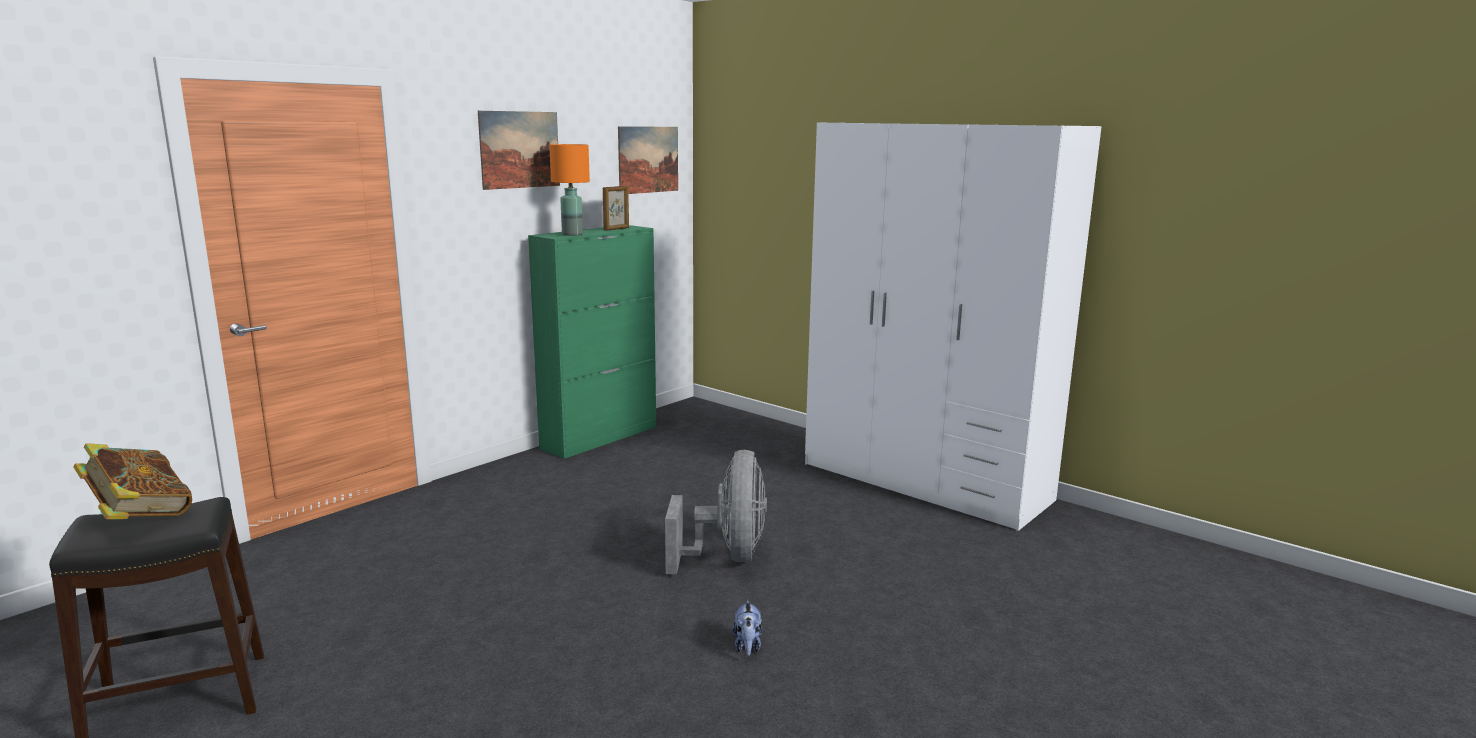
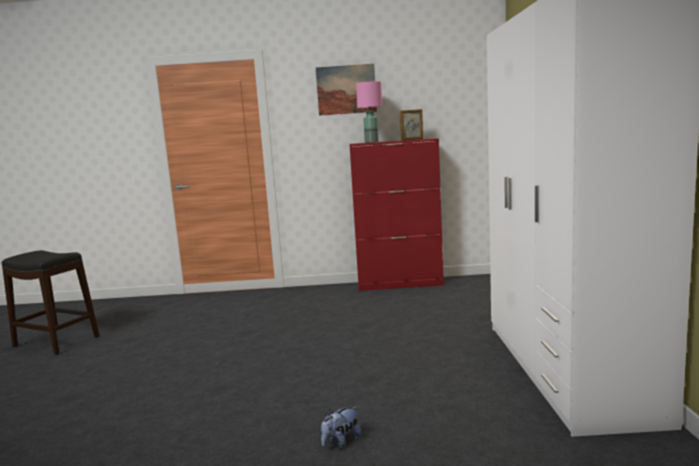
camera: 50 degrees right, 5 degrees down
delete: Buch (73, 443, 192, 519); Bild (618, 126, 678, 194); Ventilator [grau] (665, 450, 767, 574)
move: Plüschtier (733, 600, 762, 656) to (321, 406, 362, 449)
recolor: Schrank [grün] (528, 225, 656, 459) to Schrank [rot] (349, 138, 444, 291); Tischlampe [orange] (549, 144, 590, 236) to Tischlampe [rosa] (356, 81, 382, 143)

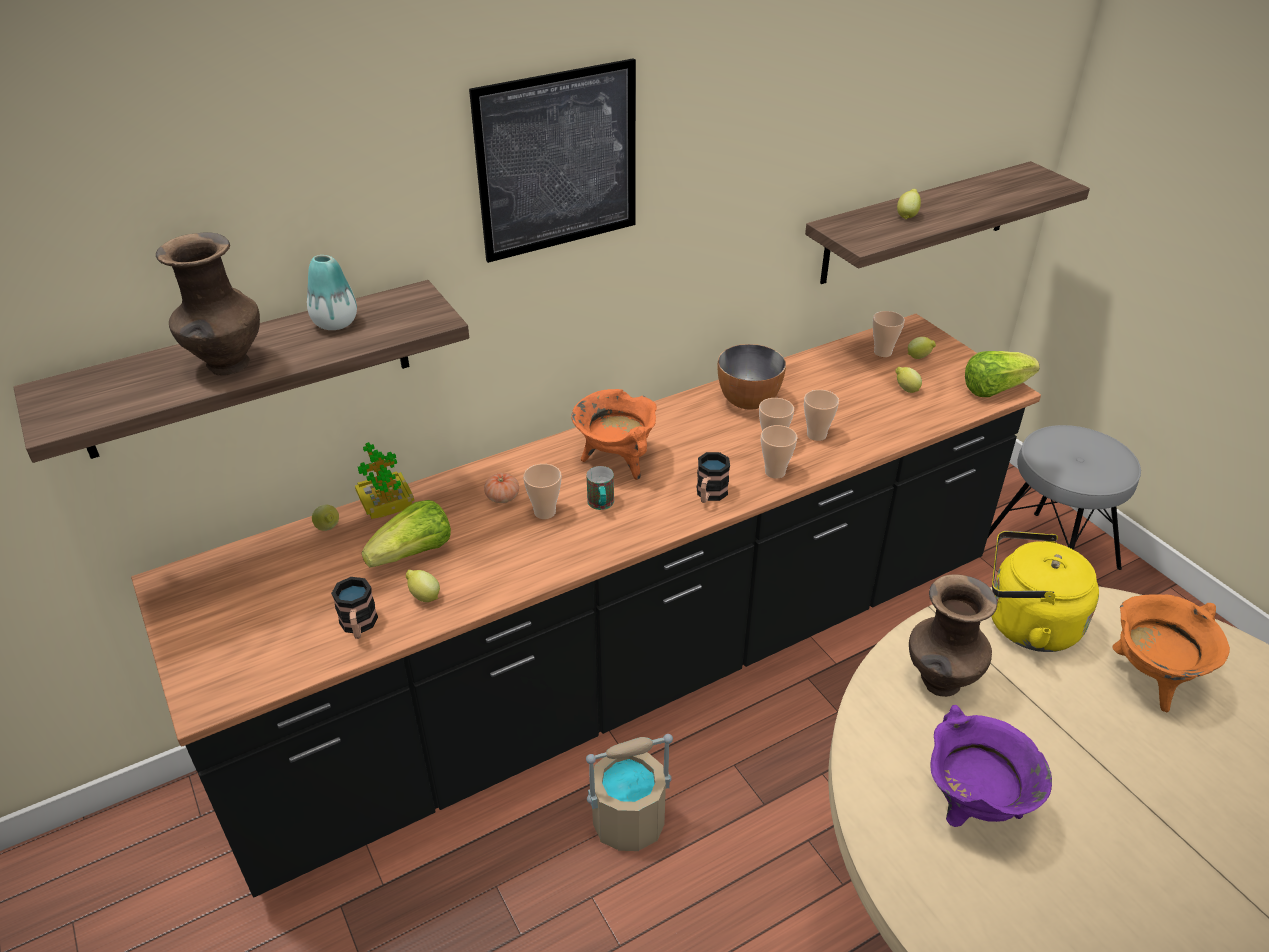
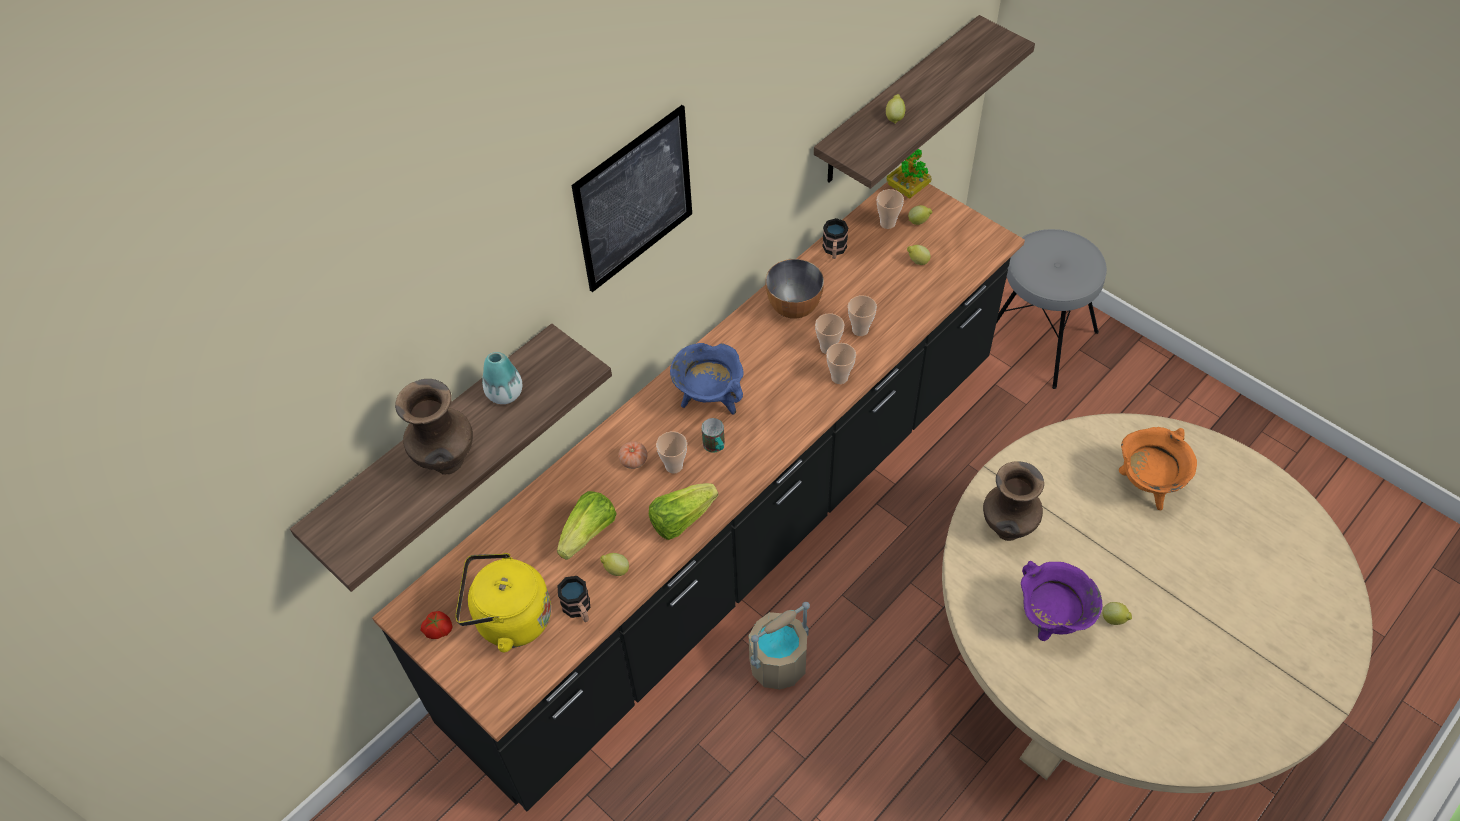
camera: 15 degrees left, 15 degrees up
insert: Tomate (421, 611, 453, 639)
move: Wasserkessel [gelb] (991, 531, 1099, 652) to (455, 553, 551, 652); Salatkopf (965, 351, 1040, 397) to (649, 483, 718, 540); Henkelbecher (697, 452, 730, 503) to (822, 218, 848, 259); Topfpflanze (355, 442, 414, 519) to (886, 149, 931, 199); Zitrone (312, 504, 339, 531) to (1102, 602, 1132, 625)
recolor: Kochtopf [orange] (571, 389, 657, 480) to Kochtopf [blau] (670, 343, 744, 415)

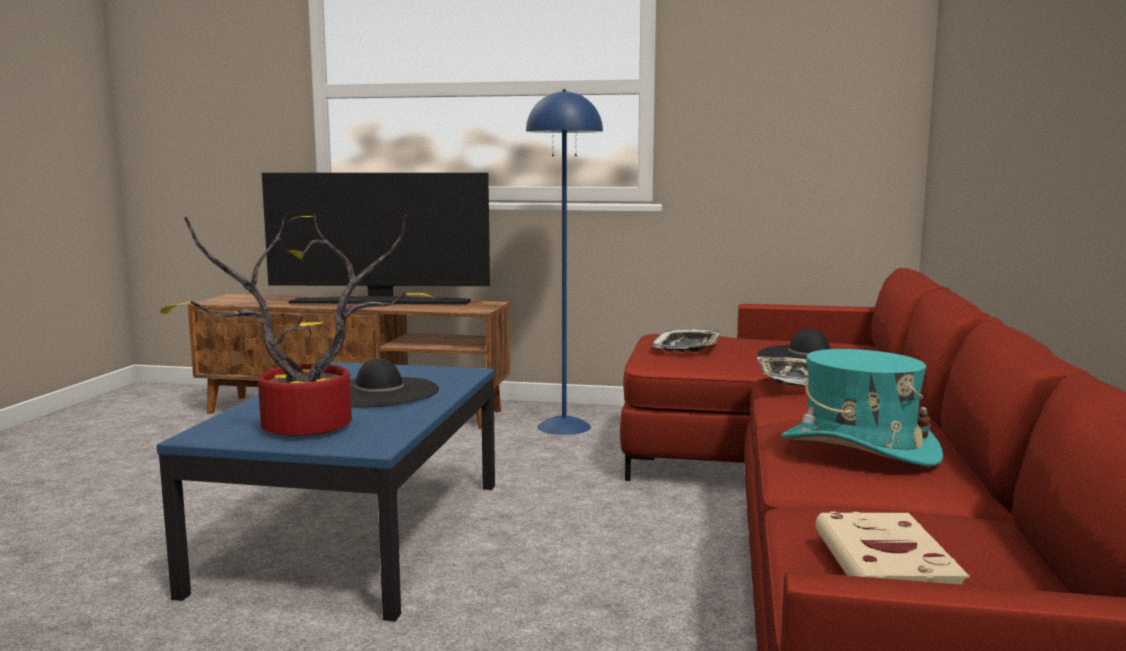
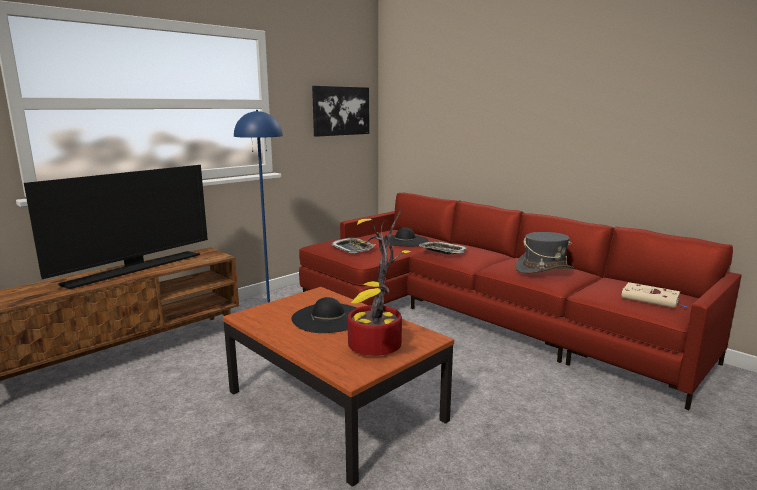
camera: 55 degrees left, 5 degrees up
insert: Bild (312, 86, 369, 137)
recolor: Couchtisch [blau] (157, 362, 495, 621) to Couchtisch [braun] (223, 287, 454, 487); Hut [türkis] (782, 349, 943, 466) to Hut [grau] (515, 232, 575, 274)

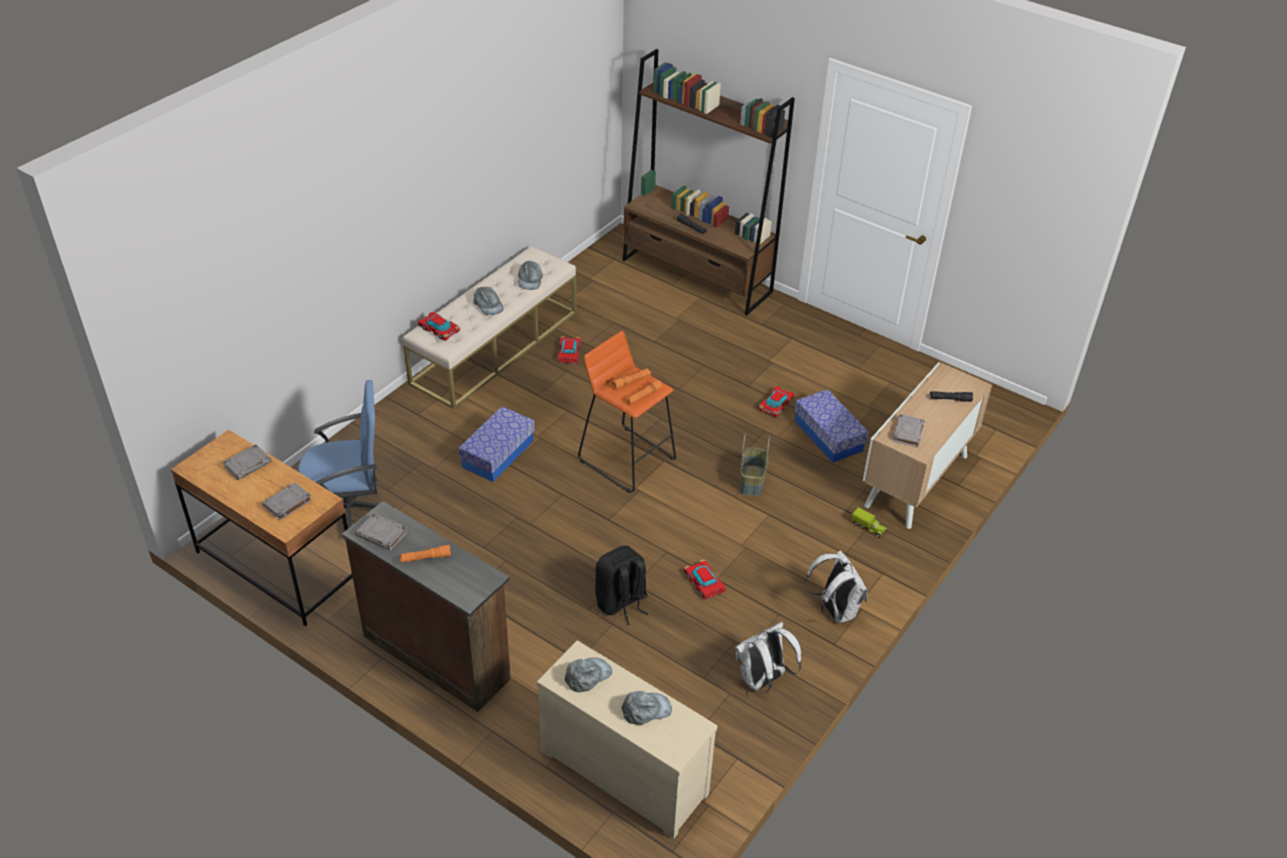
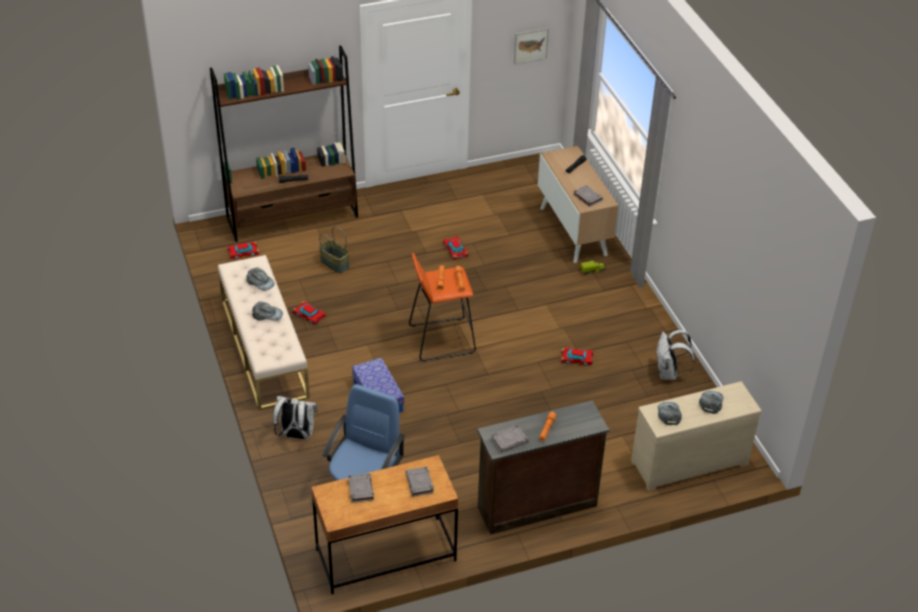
camera: 55 degrees left, 0 degrees up
delete: Rucksack [schwarz] (595, 546, 649, 625); Aufbewahrungsbox (794, 389, 869, 463)
insert: Bild (514, 28, 549, 65)
move: Spielzeugauto (418, 312, 460, 341) to (228, 242, 259, 259); Rucksack [weiß] (805, 550, 868, 623) to (273, 396, 318, 439); Korb (739, 433, 770, 496) to (319, 226, 349, 273)

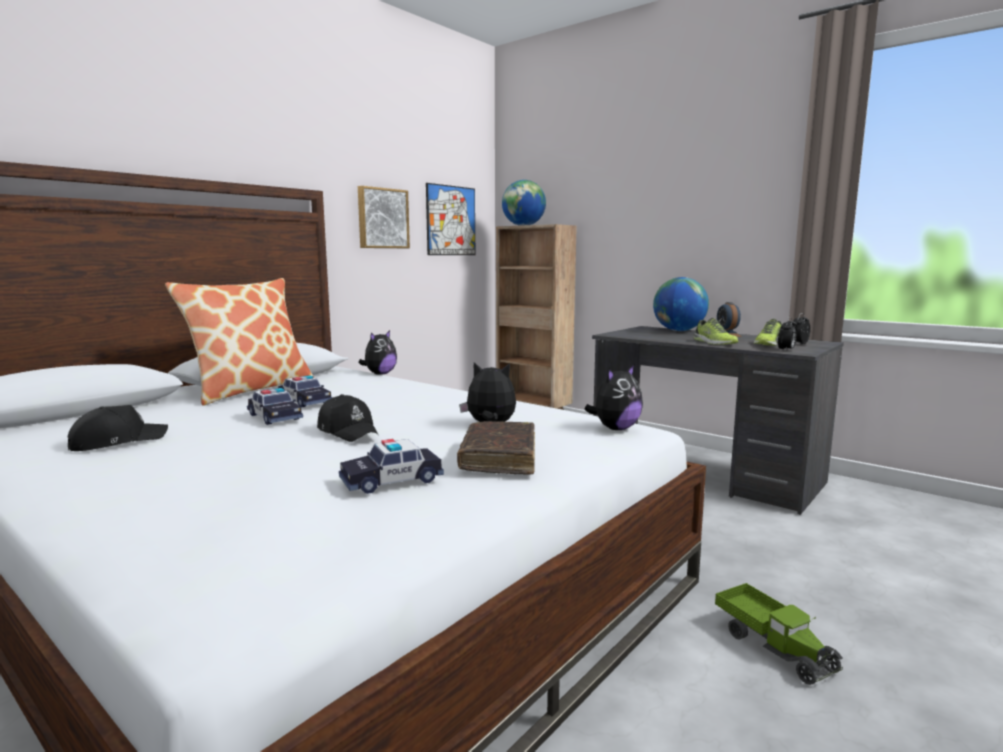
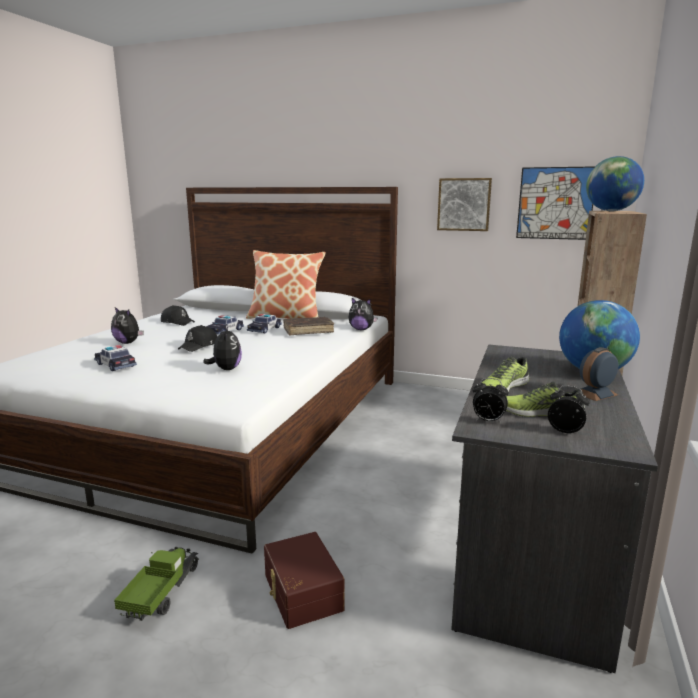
camera: 70 degrees right, 5 degrees up
insert: Aufbewahrungsbox [braun] (264, 532, 344, 629)
move: Plüschtier (585, 365, 643, 430) to (111, 307, 144, 344); Buch [braun] (457, 421, 535, 475) to (283, 317, 334, 336)
rotate: Spielzeuglaster (715, 583, 843, 685) = (114, 547, 199, 621) 150 degrees clockwise

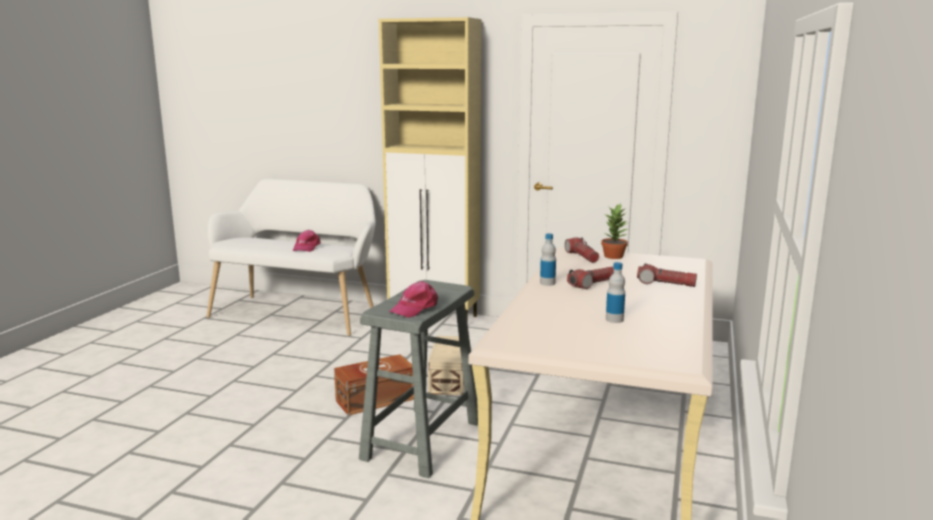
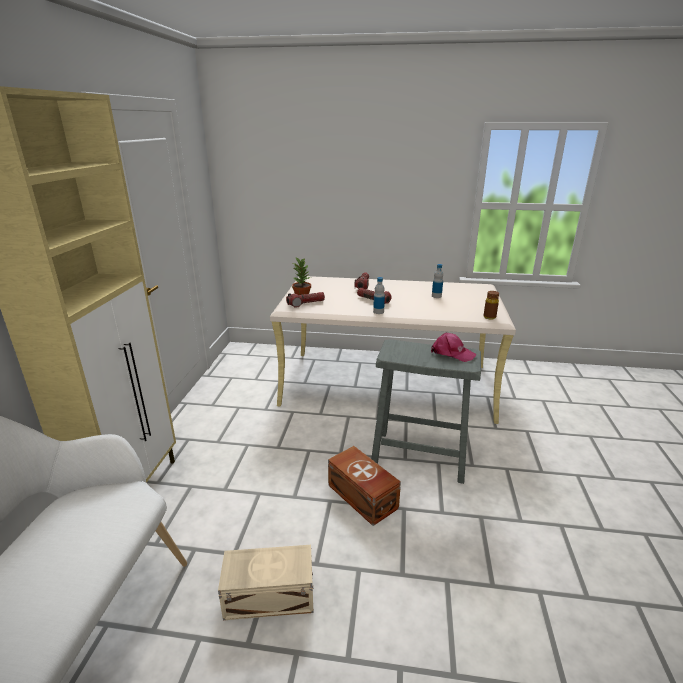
camera: 100 degrees left, 10 degrees up
delete: Kappe [rosa] (293, 230, 321, 252)
insert: Flasche [braun] (484, 291, 499, 320)
move: Aufbewahrungsbox [beige] (428, 336, 465, 395) to (218, 545, 313, 620)

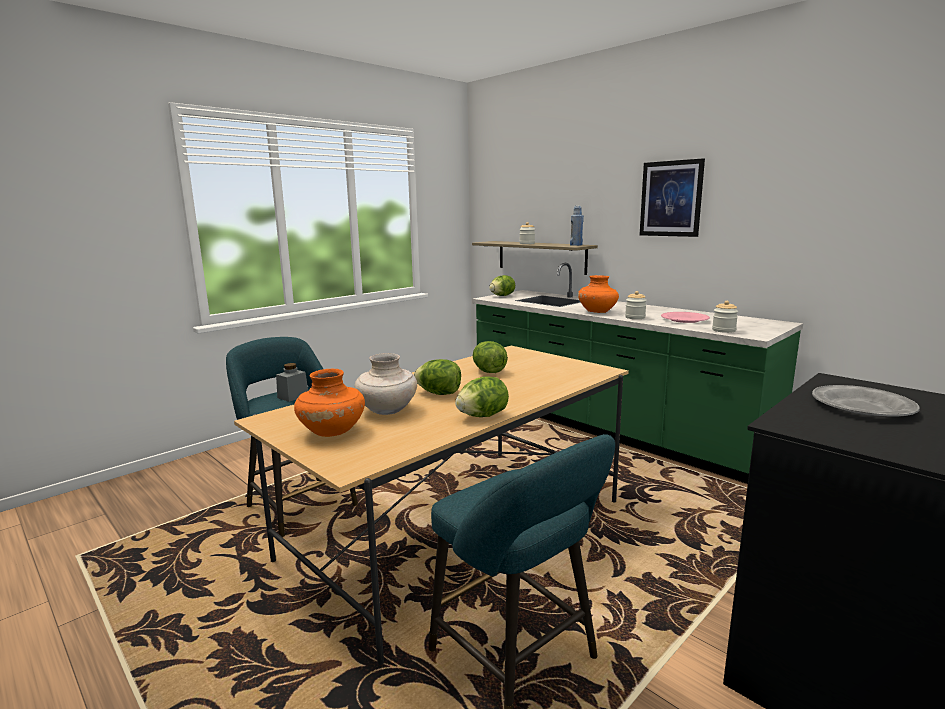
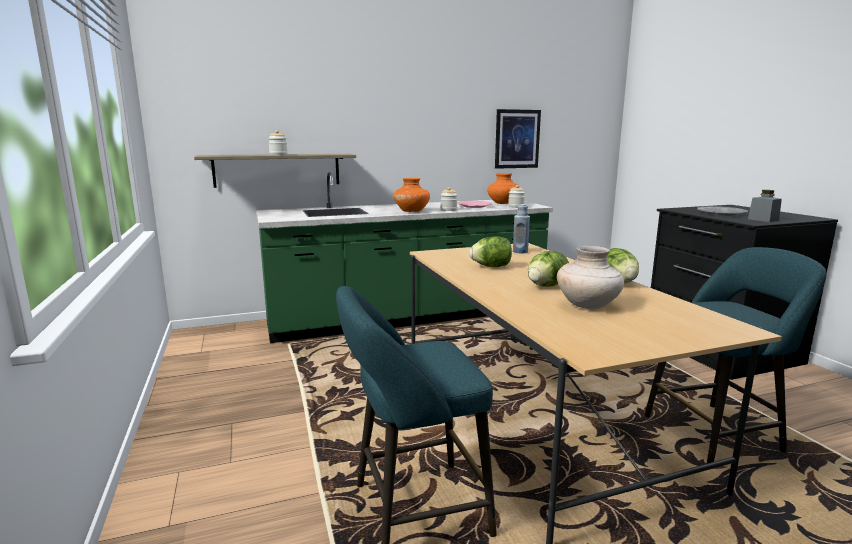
camera: 65 degrees left, 0 degrees up
delete: Salatkopf (489, 275, 515, 296)
move: Vase [orange] (294, 369, 365, 437) to (487, 173, 520, 204); Bild (640, 158, 705, 237) to (495, 109, 541, 169); Flasche [blau] (570, 206, 584, 246) to (513, 204, 530, 253); Vorratsglas [grau] (276, 363, 308, 402) to (748, 190, 782, 222)

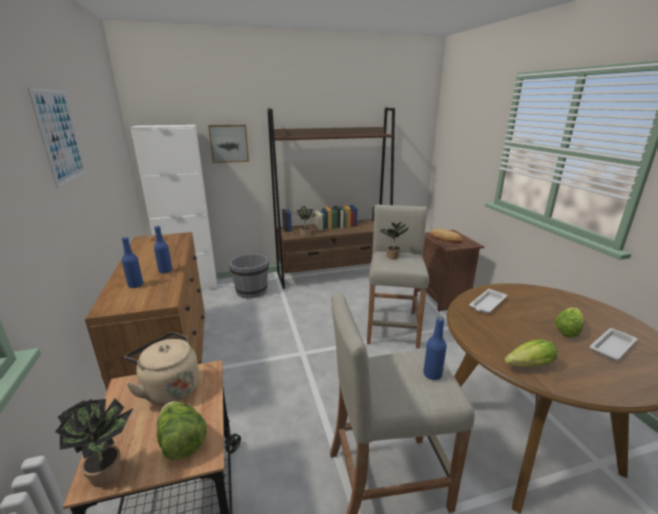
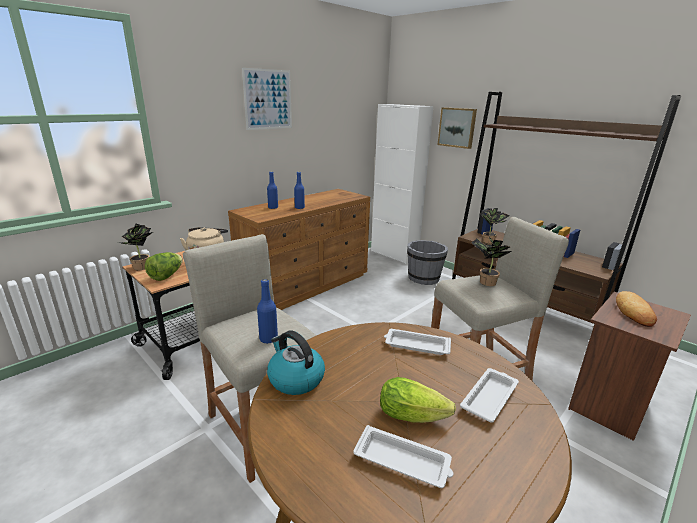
camera: 60 degrees right, 0 degrees up
insert: Tablett [weiß] (460, 368, 519, 423)
replace: Salatkopf (504, 340, 558, 367) to Wasserkessel (267, 330, 325, 395)

